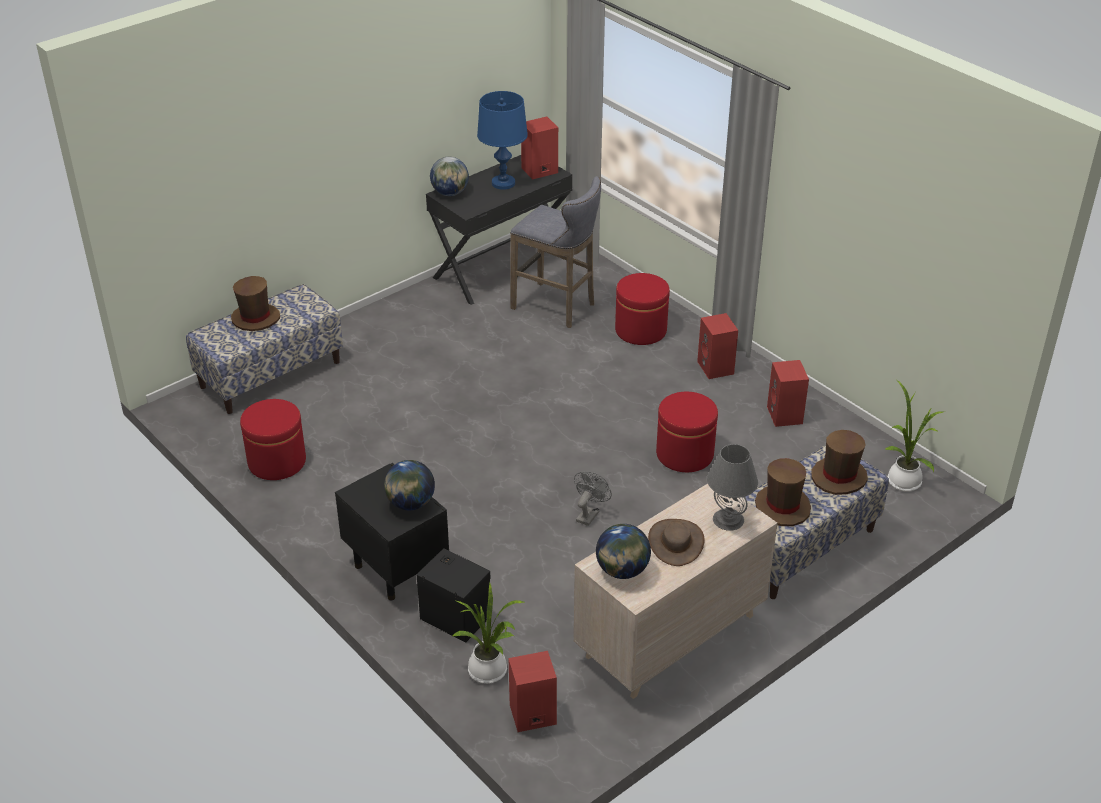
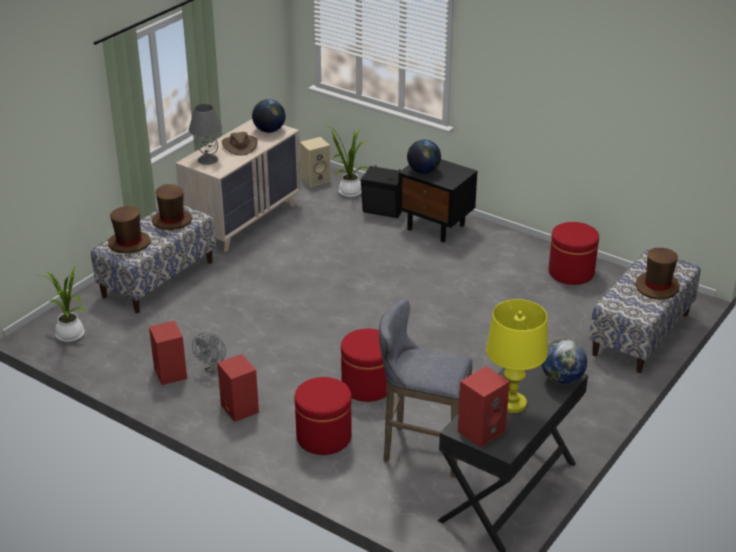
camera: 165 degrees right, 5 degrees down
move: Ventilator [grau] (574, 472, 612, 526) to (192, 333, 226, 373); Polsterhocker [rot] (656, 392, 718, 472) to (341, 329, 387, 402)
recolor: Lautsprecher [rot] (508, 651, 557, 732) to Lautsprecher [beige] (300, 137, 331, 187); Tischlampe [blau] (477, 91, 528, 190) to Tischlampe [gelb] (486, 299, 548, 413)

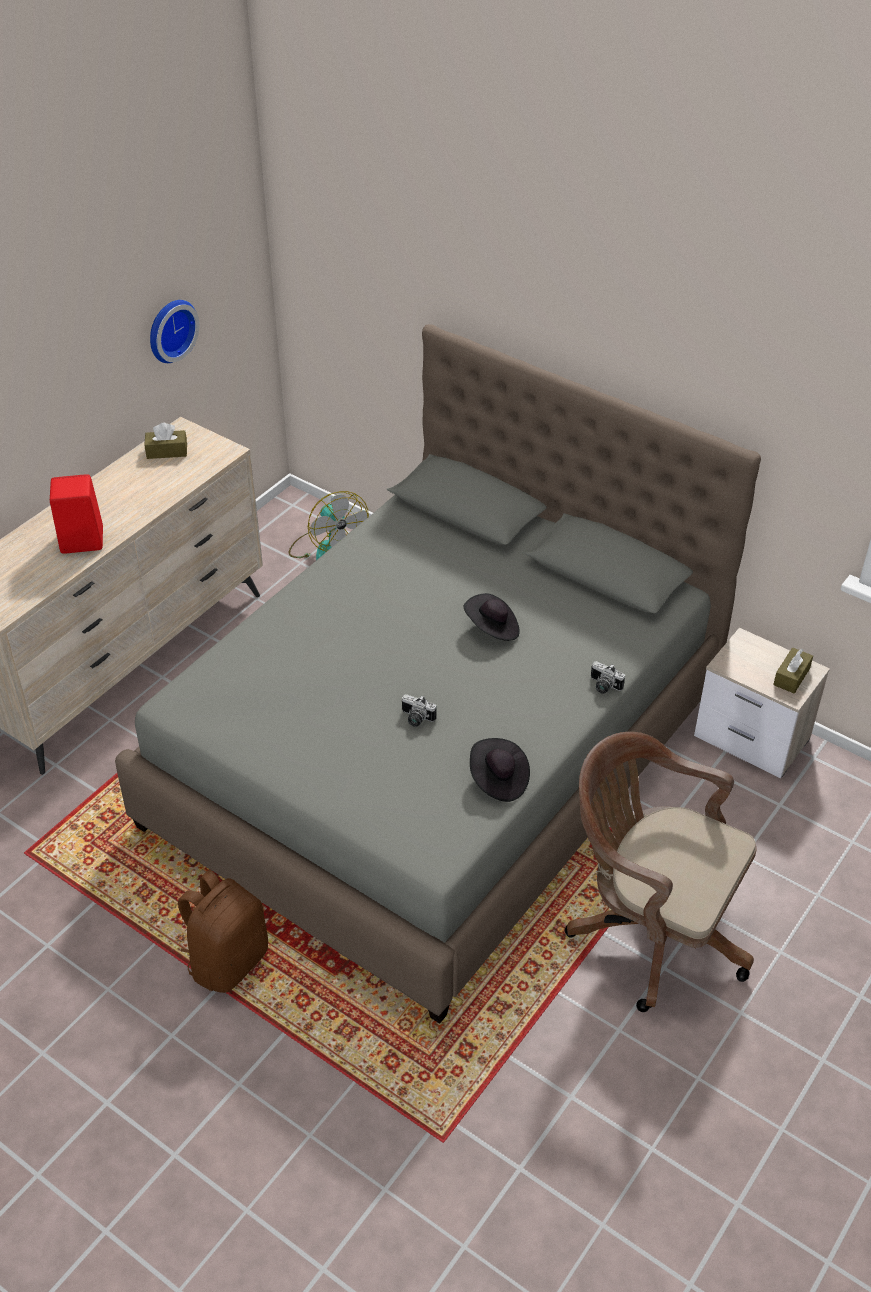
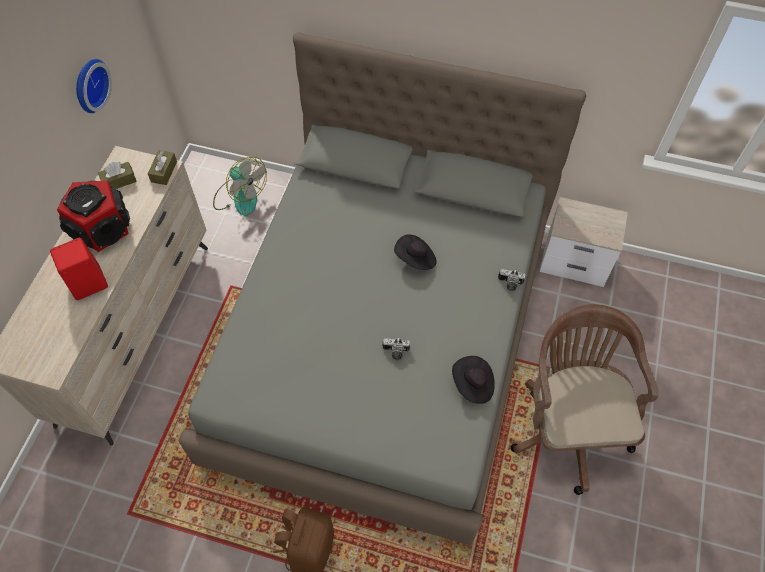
camera: 20 degrees left, 15 degrees up
insert: Lautsprecher (57, 181, 130, 252)
move: Taschentuchbox [braun] (773, 648, 813, 693) to (148, 150, 177, 185)
rotate: Bürostuhl [braun] (565, 732, 757, 1012) = (511, 304, 659, 495) 75 degrees clockwise

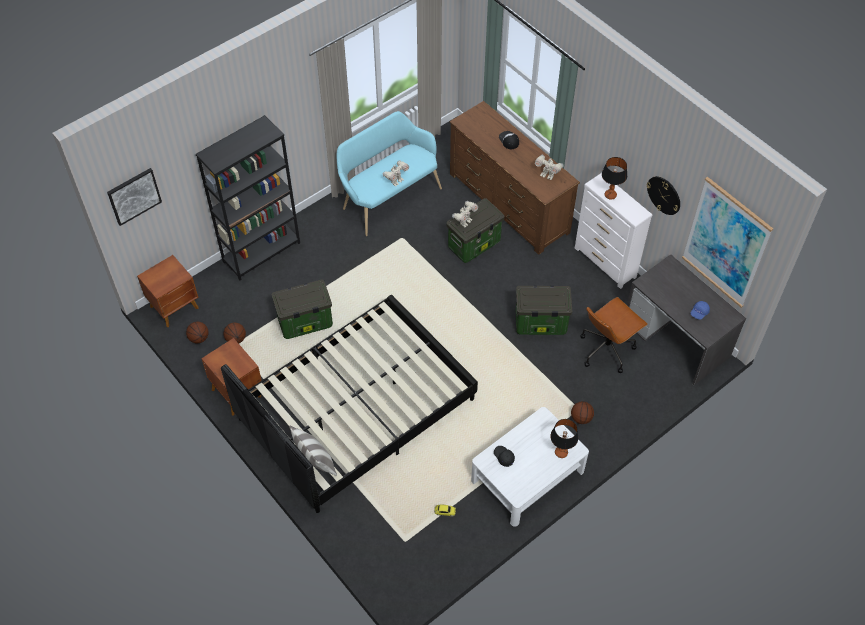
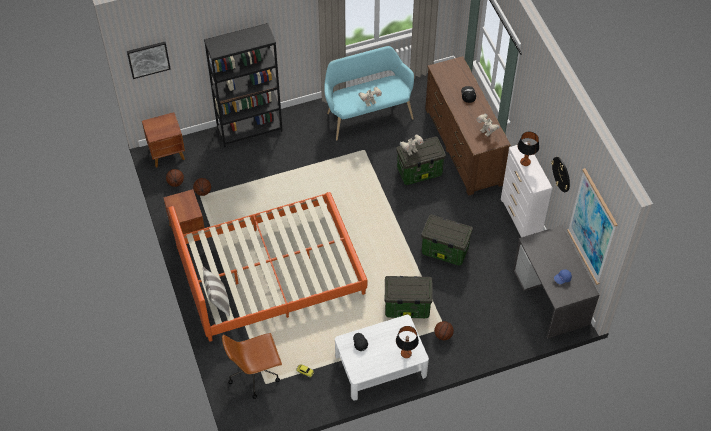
camera: 20 degrees right, 0 degrees up
move: Bürostuhl [braun] (580, 297, 648, 373) to (222, 333, 282, 399); Aufbewahrungsbox (271, 280, 333, 339) to (385, 276, 433, 318)
recolor: Bett [schwarz] (221, 295, 478, 513) to Bett [orange] (168, 192, 367, 342)

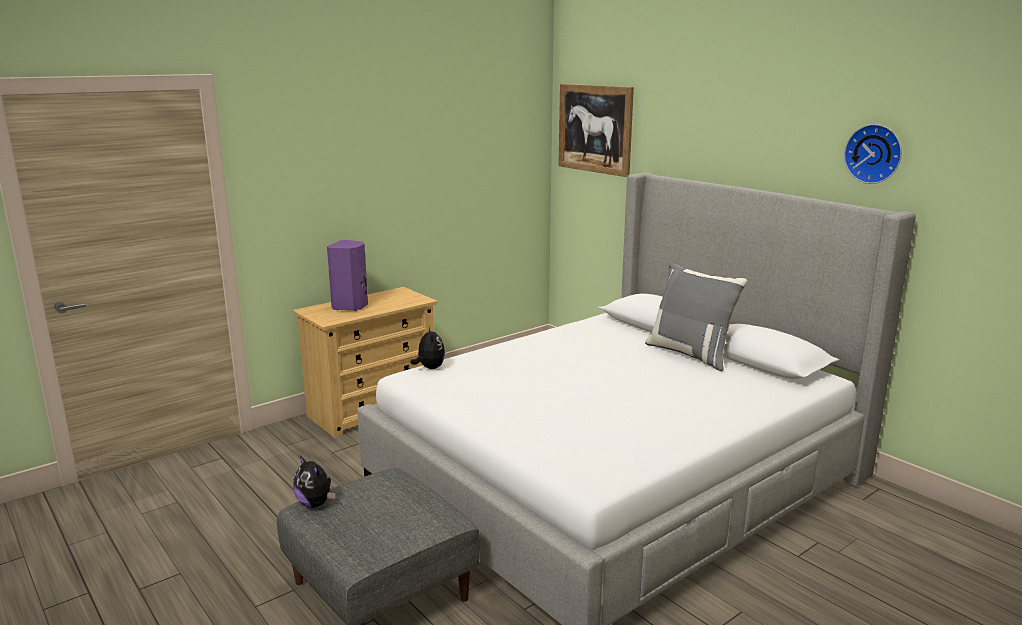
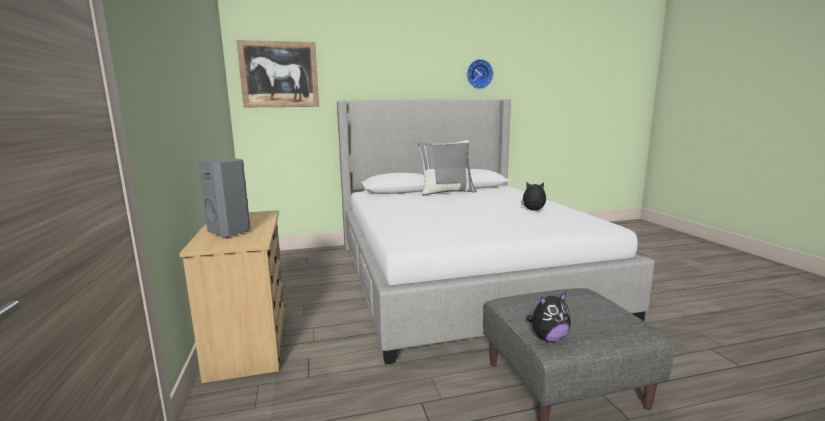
camera: 65 degrees left, 5 degrees down
move: Plüschtier (411, 327, 445, 369) to (521, 182, 546, 210)
recolor: Lautsprecher [lila] (327, 240, 368, 311) to Lautsprecher [grau] (198, 158, 250, 237)

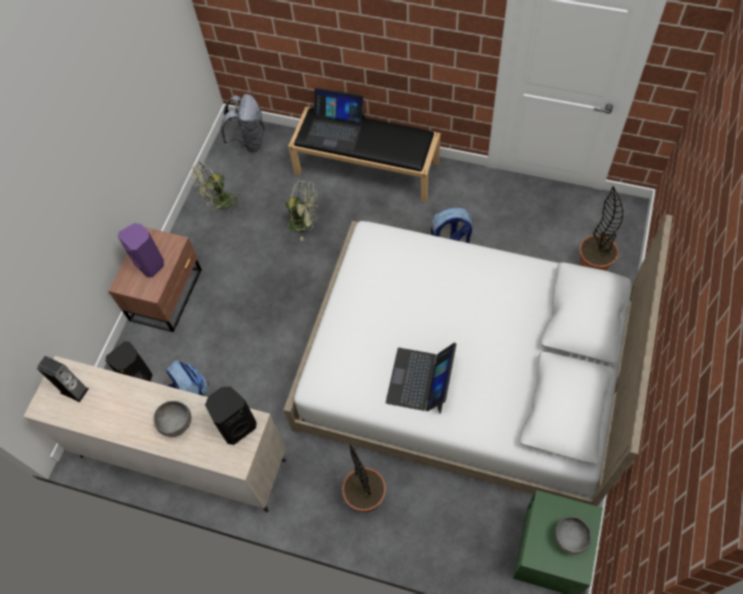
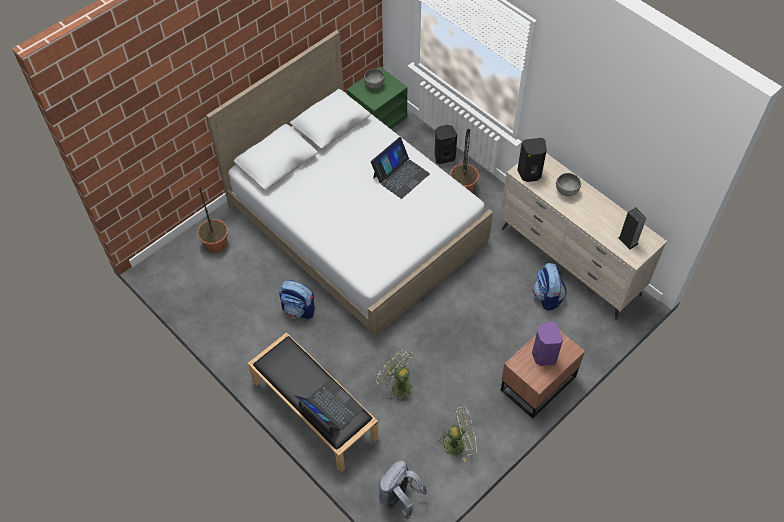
camera: 155 degrees left, 5 degrees down
move: Lautsprecher [schwarz] (106, 341, 153, 381) to (434, 125, 457, 164)

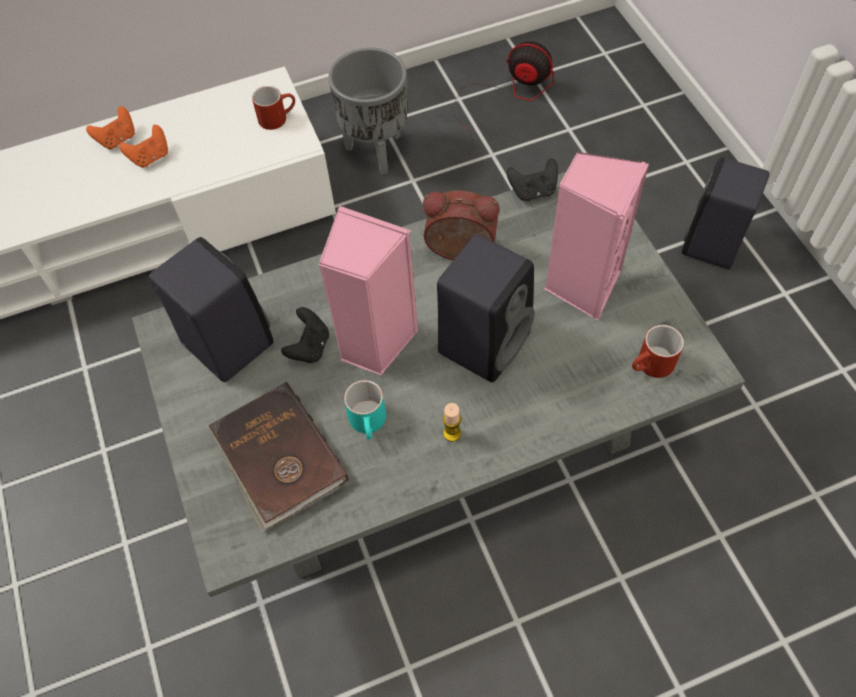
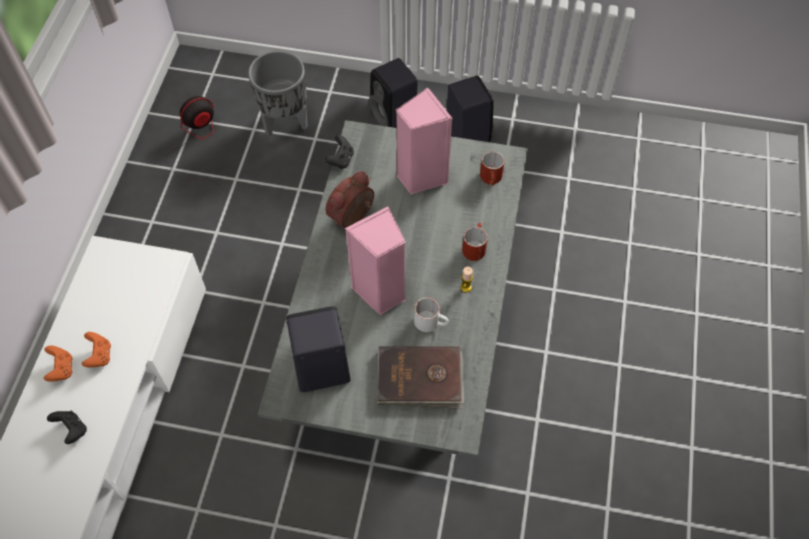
camera: 60 degrees left, 0 degrees up
move: Gamepad [schwarz] (281, 307, 329, 363) to (47, 411, 87, 444); Pflanzkübel [grau] (328, 47, 407, 175) to (248, 51, 308, 136); Lautsprecher [schwarz] (437, 234, 535, 382) to (447, 76, 494, 142); Henkelbecher [rot] (252, 86, 295, 130) to (462, 223, 488, 261)
recolor: Henkelbecher [türkis] (344, 380, 386, 439) to Henkelbecher [weiß] (414, 297, 449, 332)

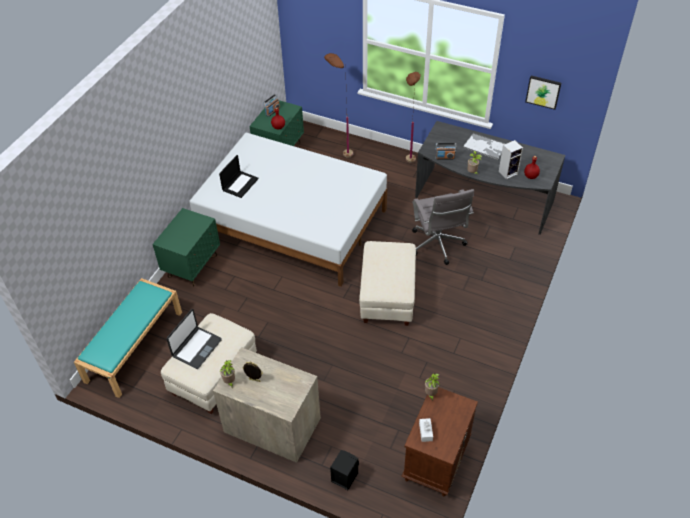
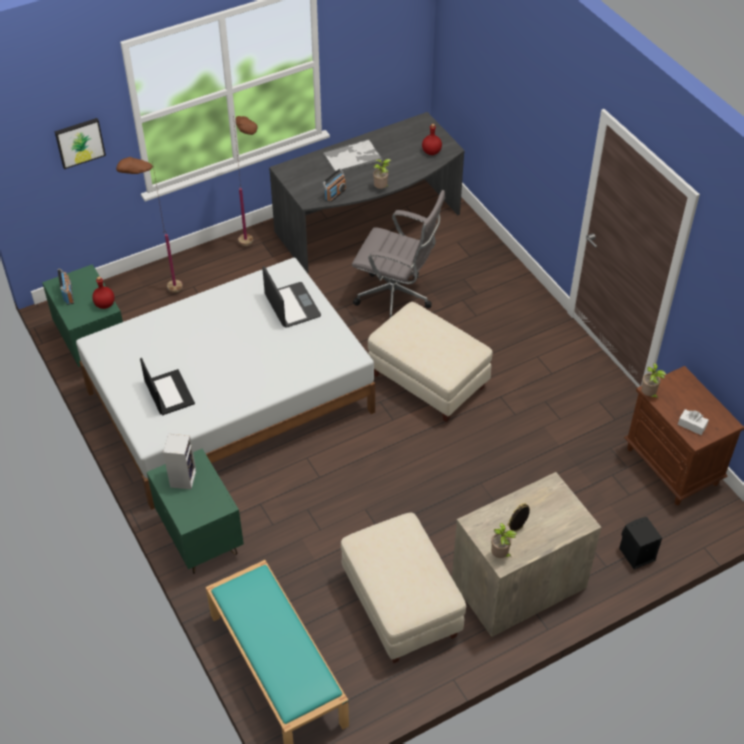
camera: 55 degrees left, 0 degrees up
move: Bild (525, 76, 561, 110) to (55, 118, 106, 169); Lautsprecher (499, 140, 523, 179) to (163, 434, 196, 489); Laptop (167, 309, 222, 369) to (262, 266, 321, 328)

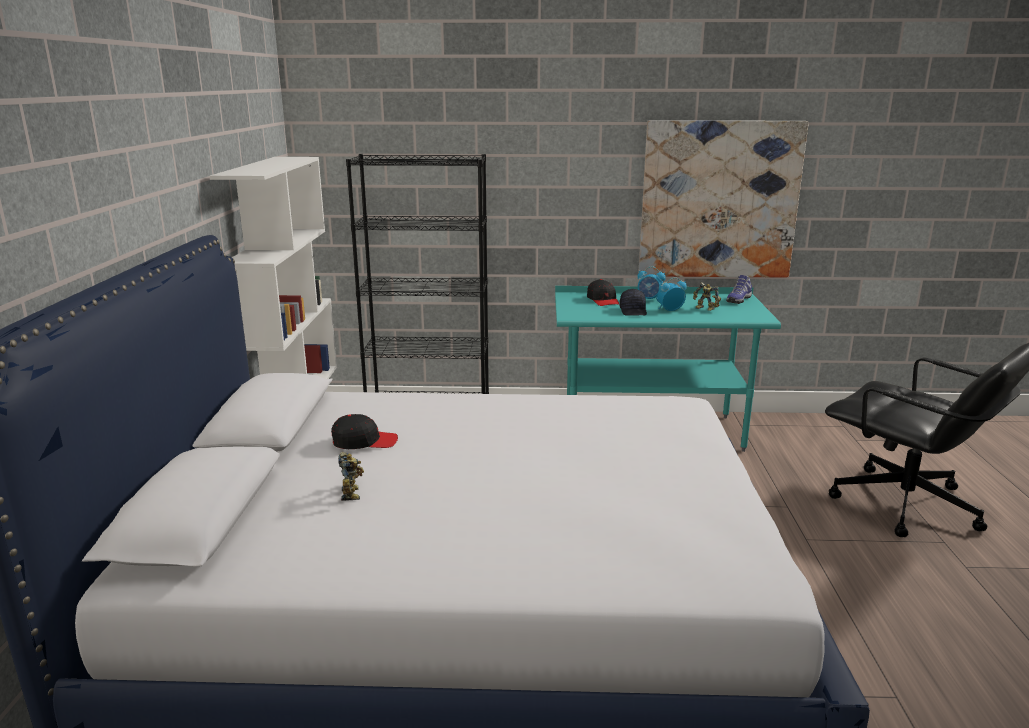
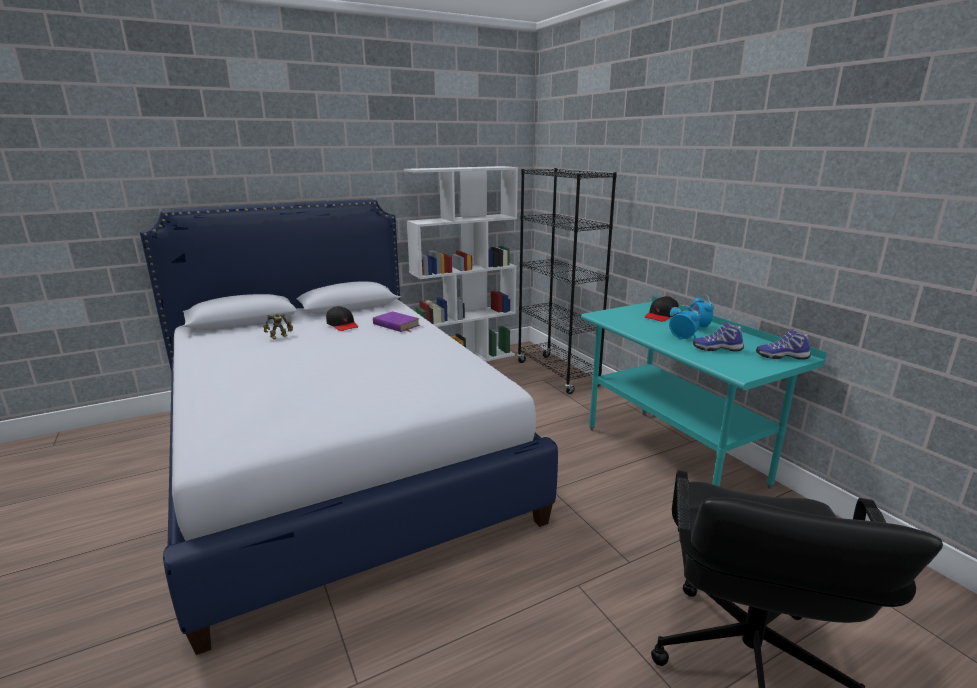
camera: 60 degrees right, 0 degrees up
delete: Kappe [schwarz] (620, 289, 647, 316); Bild (638, 120, 809, 278)
insert: Buch [lila] (373, 311, 420, 332)
replace: Spielzeugroboter (693, 282, 721, 311) to Schuh (693, 322, 744, 351)

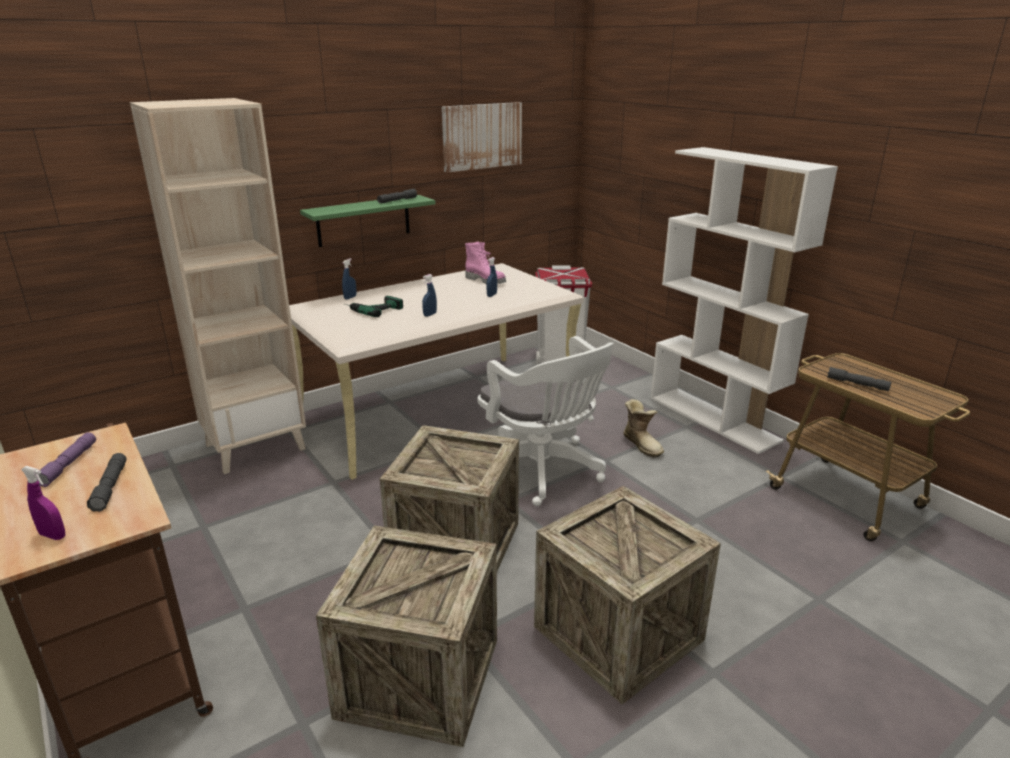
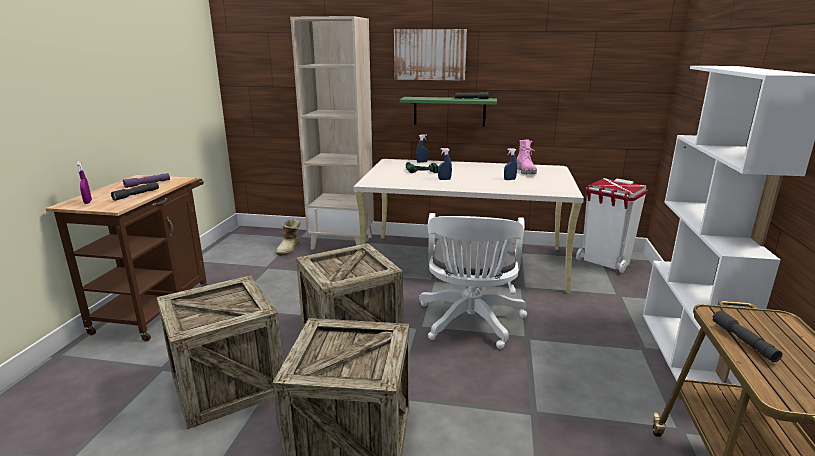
camera: 45 degrees right, 5 degrees down
move: Stiefel (624, 399, 664, 458) to (275, 219, 300, 256); Bild (442, 102, 522, 172) to (394, 29, 467, 81)

